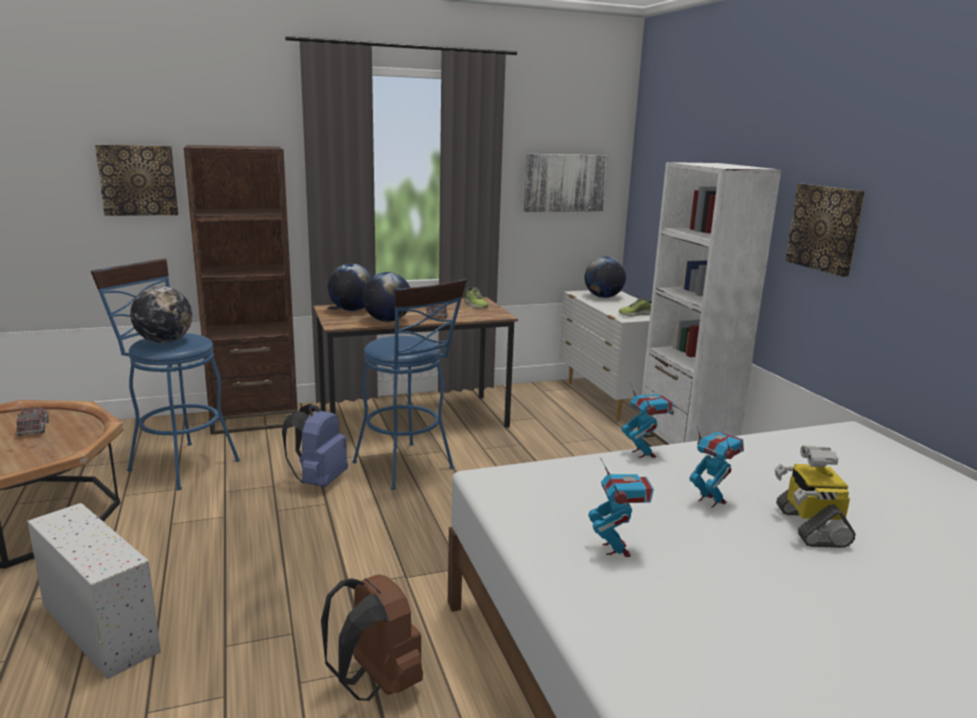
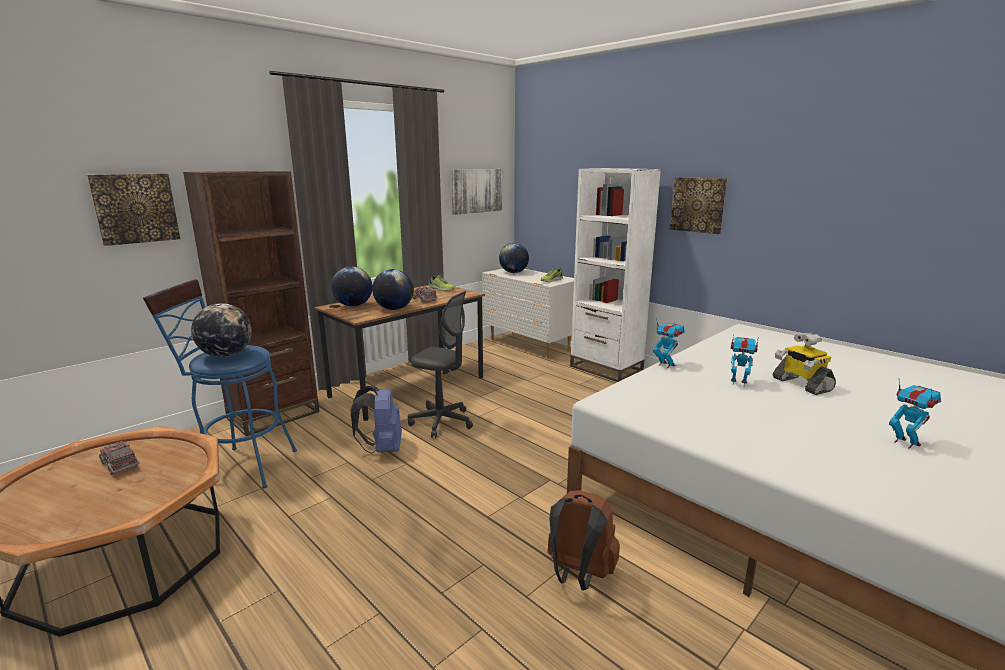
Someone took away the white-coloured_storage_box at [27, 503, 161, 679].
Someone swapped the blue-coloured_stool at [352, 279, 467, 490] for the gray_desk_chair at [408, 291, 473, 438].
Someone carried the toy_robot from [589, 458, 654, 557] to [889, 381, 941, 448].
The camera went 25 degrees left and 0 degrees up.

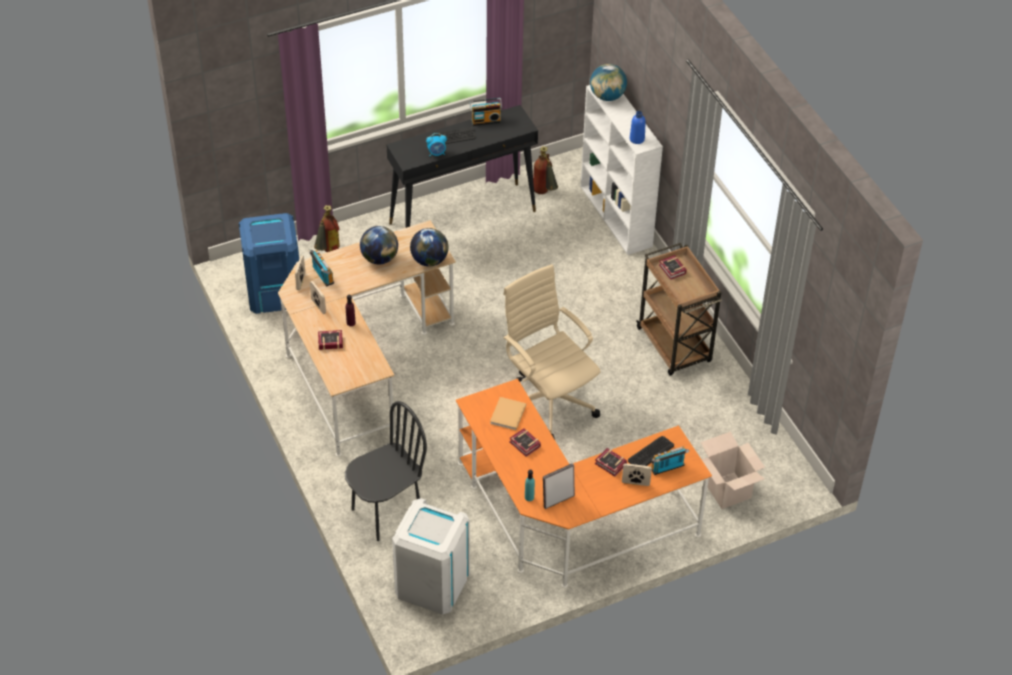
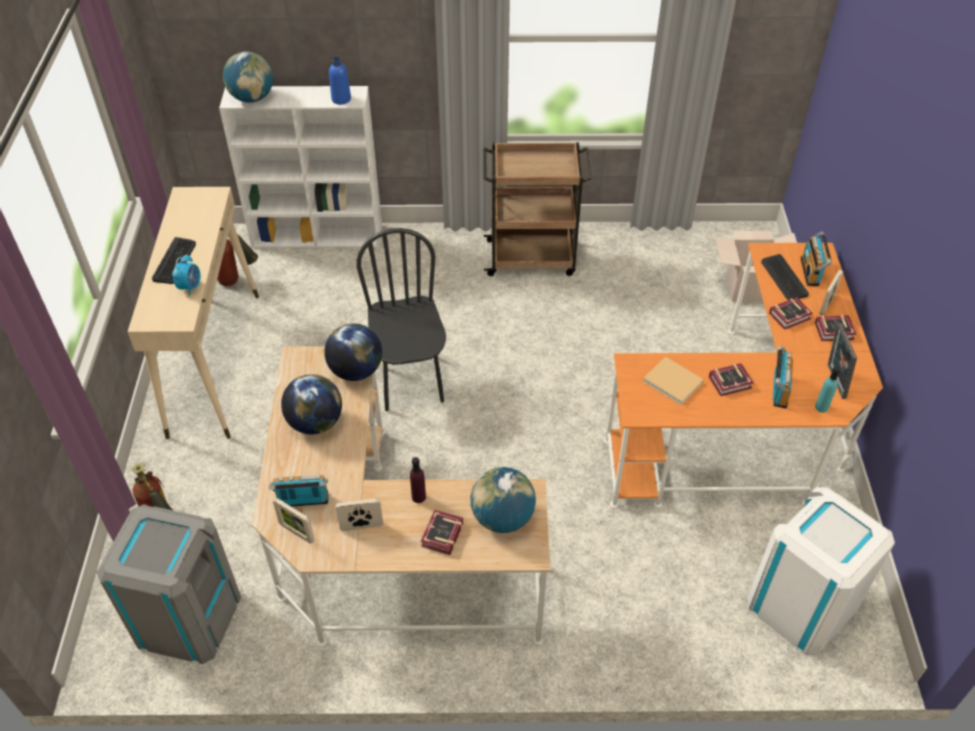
Someone repainted the blue-coloured_waste_bin at [239, 213, 299, 314], which became the gray_waste_bin at [96, 504, 241, 664].
Someone carried the black_chair from [345, 401, 427, 541] to [357, 228, 446, 411].
Someone repainted the black_console_table at [387, 105, 538, 228], which became the beige_console_table at [128, 187, 259, 439].
Someone carried the radio_receiver from [469, 98, 502, 126] to [773, 345, 793, 408].
Someone took away the beige_desk_chair at [503, 264, 601, 439].
Someone carried the book from [659, 255, 687, 280] to [815, 315, 857, 341].
Someone put down the globe at [470, 467, 536, 533].
The camera went 65 degrees left and 0 degrees up.

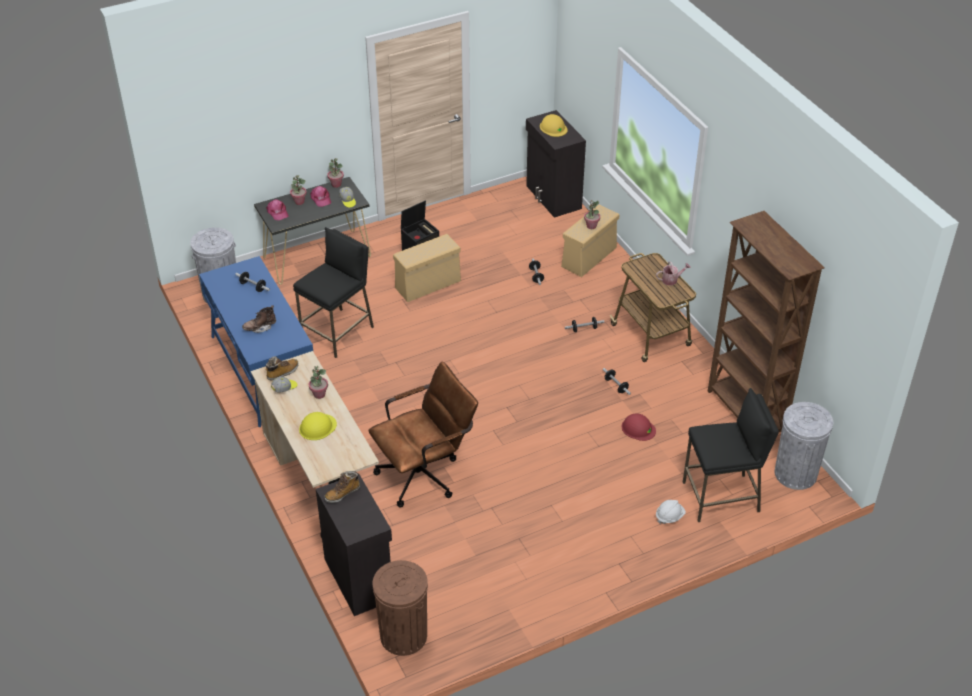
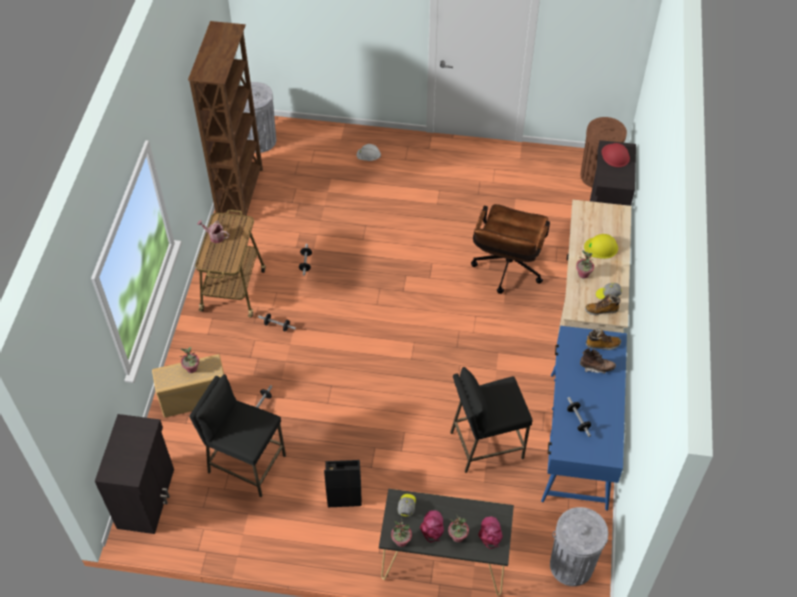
Someone carried the tall_boot from [324, 471, 360, 503] to [586, 328, 621, 350].
Someone rotated the brown_desk_chair at [368, 362, 478, 508] by 75 degrees counterclockwise.
Someone took away the beige_storage_box at [393, 234, 461, 302].
Someone took away the yellow-coloured_hard_hat at [540, 114, 568, 137].
Someone carried the reddish_hard_hat from [621, 413, 656, 441] to [601, 143, 630, 167].
Someone carried the black_stool from [683, 388, 779, 522] to [189, 374, 286, 497].
The camera went 145 degrees left and 10 degrees up.

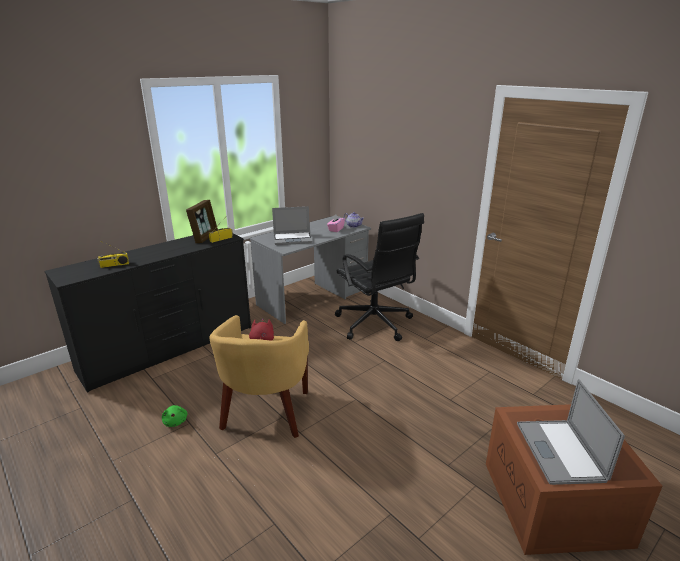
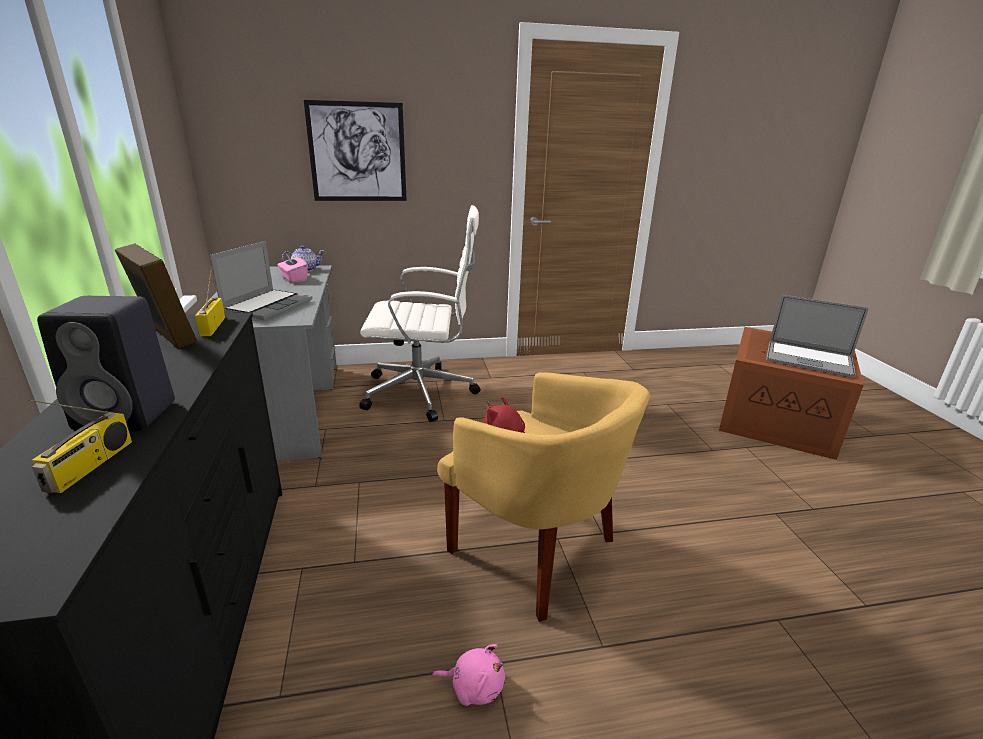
Someone repainted the green-coloured_soft_toy at [162, 405, 188, 427], which became the pink-coloured_soft_toy at [432, 644, 505, 706].
Someone repainted the black_desk_chair at [335, 213, 424, 341], which became the white-coloured_desk_chair at [359, 205, 481, 422].
Someone put down the black_audio_speaker at [37, 296, 175, 431].
Someone put up the wall_art at [304, 100, 407, 201].
The camera went 60 degrees left and 0 degrees up.

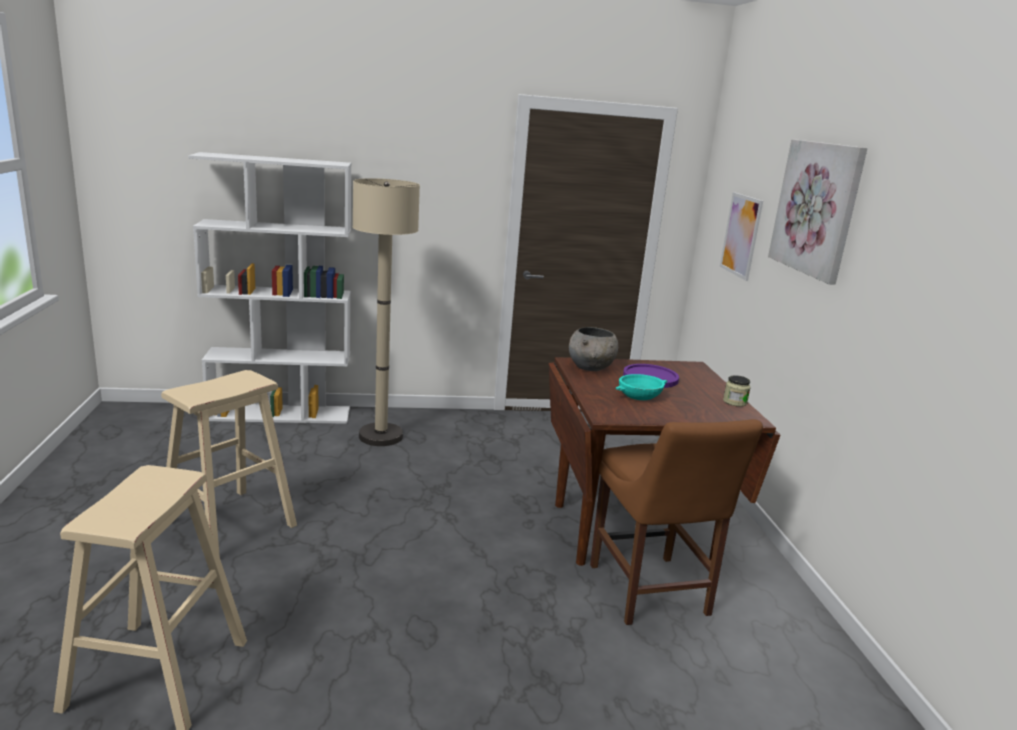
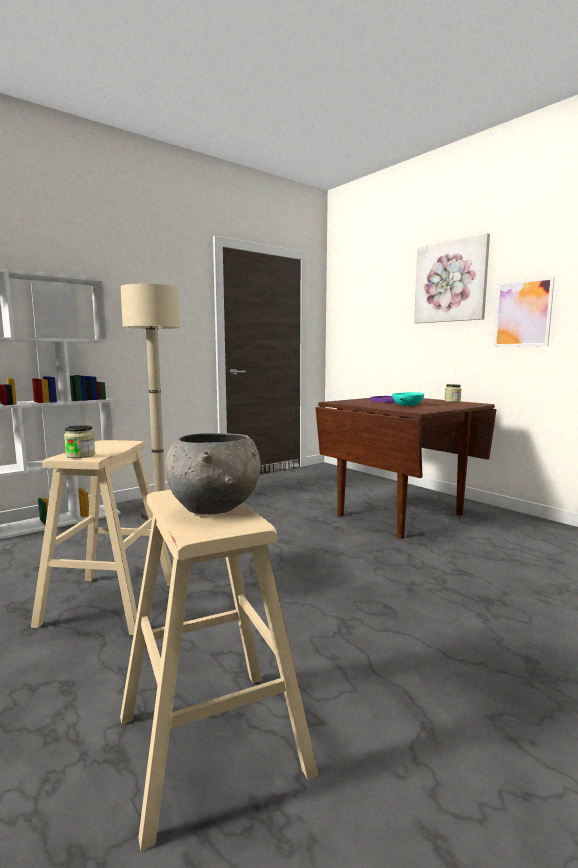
Someone carried the gray_serving_bowl from [569, 327, 618, 371] to [165, 433, 261, 514].
Someone took away the brown_chair at [590, 419, 763, 625].
Someone carried the wall_art from [720, 192, 763, 281] to [494, 276, 555, 347].
Someone put down the preserve_jar at [64, 425, 95, 458].
The camera went 30 degrees left and 10 degrees down.

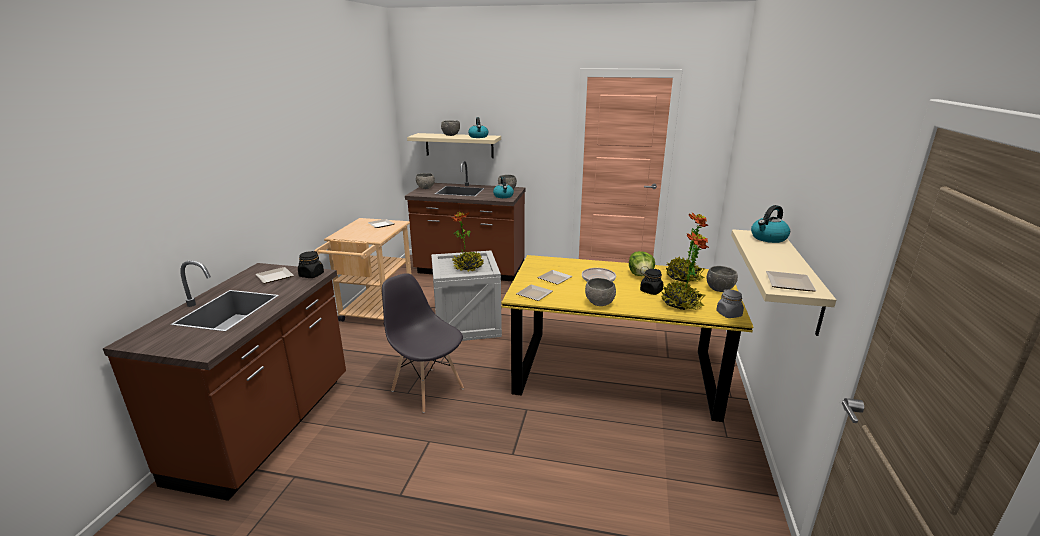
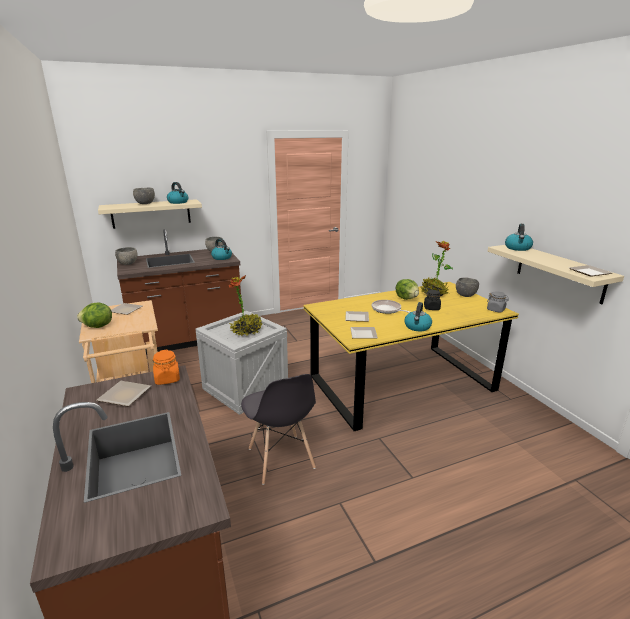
Someone repainted the black_preserve_jar at [298, 251, 324, 278], which became the orangey_preserve_jar at [153, 350, 180, 385].
Someone rotated the gray_chair at [382, 273, 464, 413] by 120 degrees counterclockwise.
Someone swapped the gray_serving_bowl at [585, 278, 616, 306] for the water_kettle at [404, 302, 432, 331].
Someone took away the houseplant at [661, 231, 709, 310].
Someone put down the lettuce_head at [77, 303, 112, 328].
The camera went 35 degrees left and 0 degrees up.

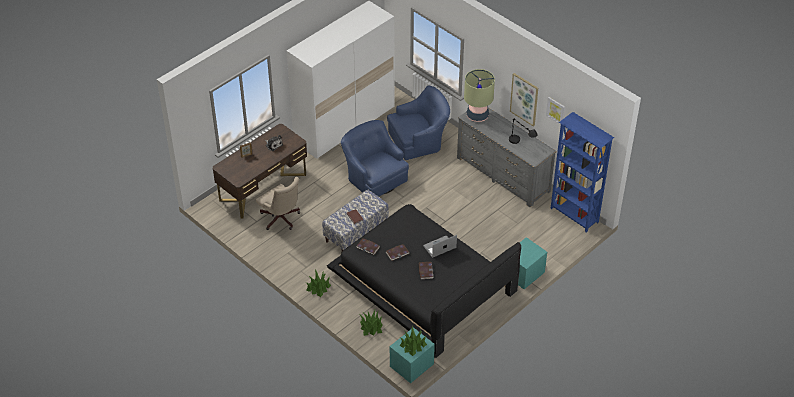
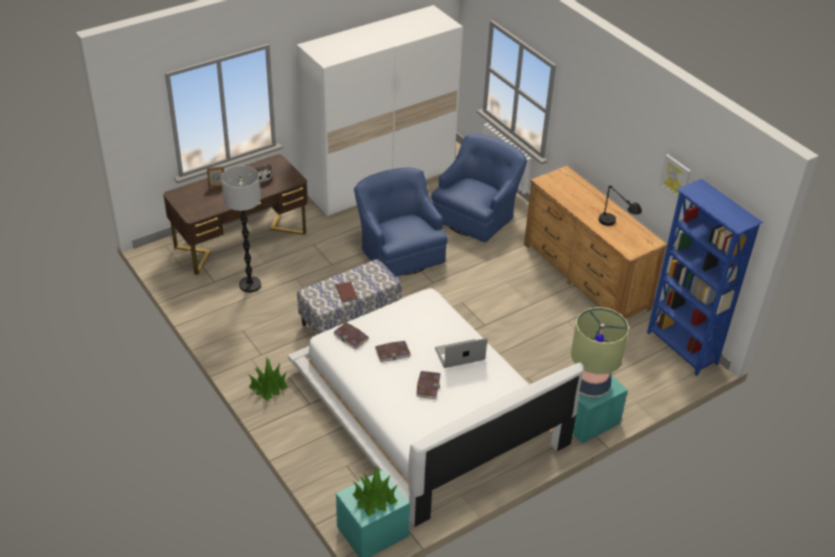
Someone swapped the beige_desk_chair at [256, 177, 300, 230] for the floor_lamp at [221, 166, 261, 293].
Someone repainted the black_bed at [327, 204, 521, 358], which became the white-coloured_bed at [287, 288, 584, 527].
Someone took away the houseplant at [360, 310, 383, 336].
Someone rotated the blue-coloured_armchair at [387, 86, 450, 160] by 45 degrees counterclockwise.
Someone repainted the gray_chest_of_drawers at [457, 108, 557, 207], which became the brown_chest_of_drawers at [524, 166, 667, 319].
Someone carried the tabletop_lamp from [464, 69, 495, 122] to [571, 307, 629, 397].
Someone took away the wall_art at [510, 73, 538, 127].
The camera went 10 degrees right and 5 degrees down.

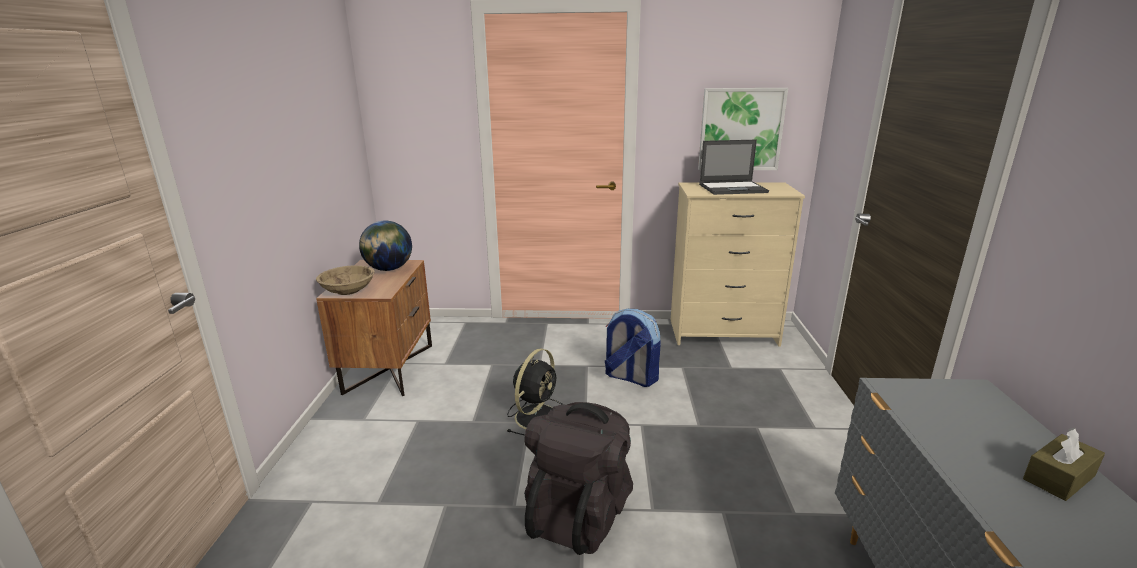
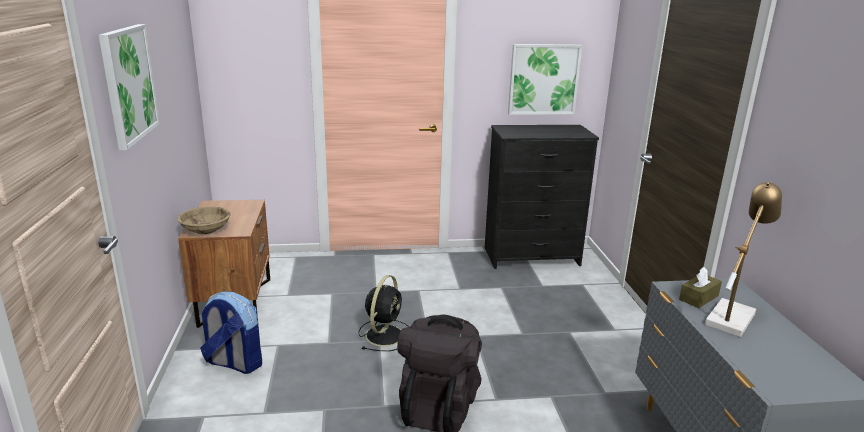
Someone took away the globe at [359, 221, 412, 271].
Someone carried the knapsack from [605, 309, 661, 387] to [200, 291, 262, 374].
Someone repainted the beige_chest_of_drawers at [671, 182, 805, 347], which became the black_chest_of_drawers at [485, 125, 599, 269].
Someone took away the portable_computer at [699, 139, 769, 195].
Someone carried the brown_box_of_tissues from [1023, 428, 1105, 501] to [679, 267, 722, 308].
Someone put up the wall_art at [99, 24, 160, 150].
Someone put down the tabletop_lamp at [705, 182, 782, 337].
The camera went 10 degrees left and 0 degrees up.

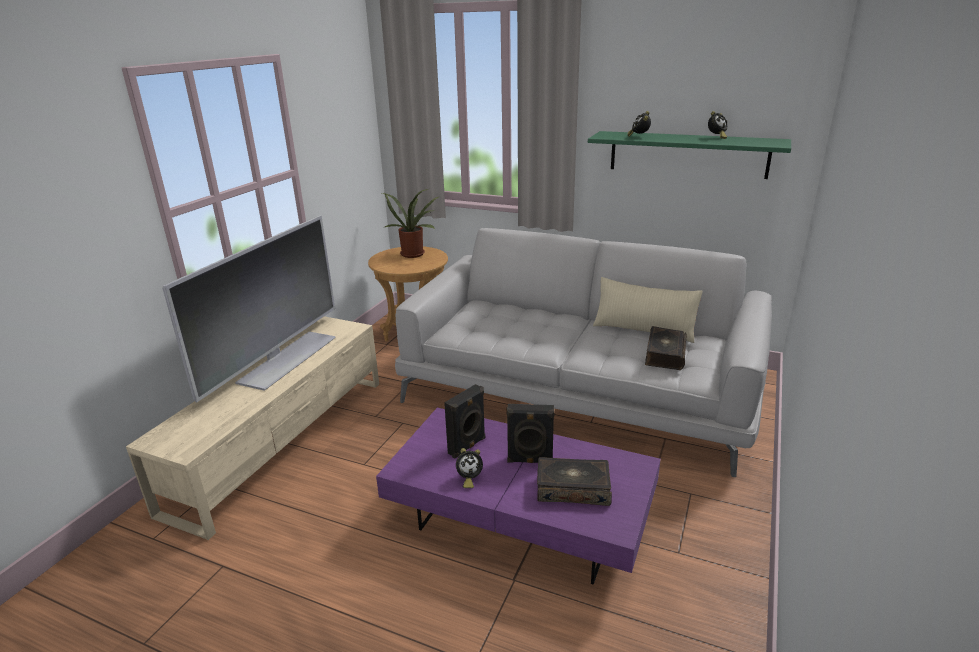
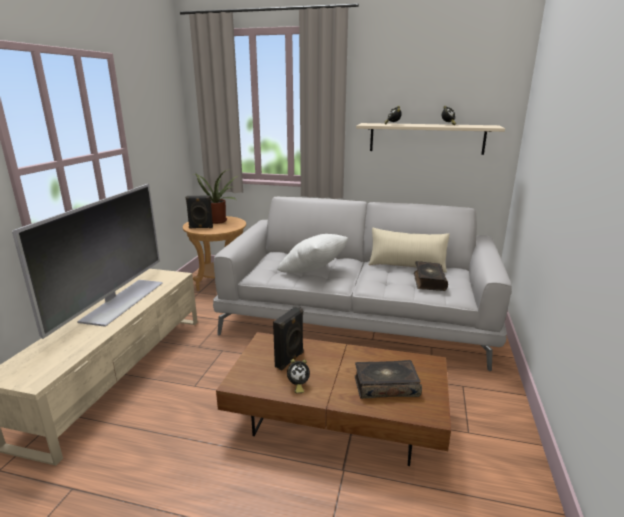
Someone repainted the purplish_low_table at [376, 408, 661, 585], which became the brown_low_table at [216, 332, 451, 466].
Someone carried the black_audio_speaker from [507, 404, 555, 463] to [186, 195, 213, 229].
Someone repainted the green-coloured_shelf at [588, 131, 791, 179], which became the beige_shelf at [356, 123, 505, 155].
Someone put down the white-coloured_pillow at [277, 234, 348, 273].
The camera went 10 degrees left and 5 degrees down.

